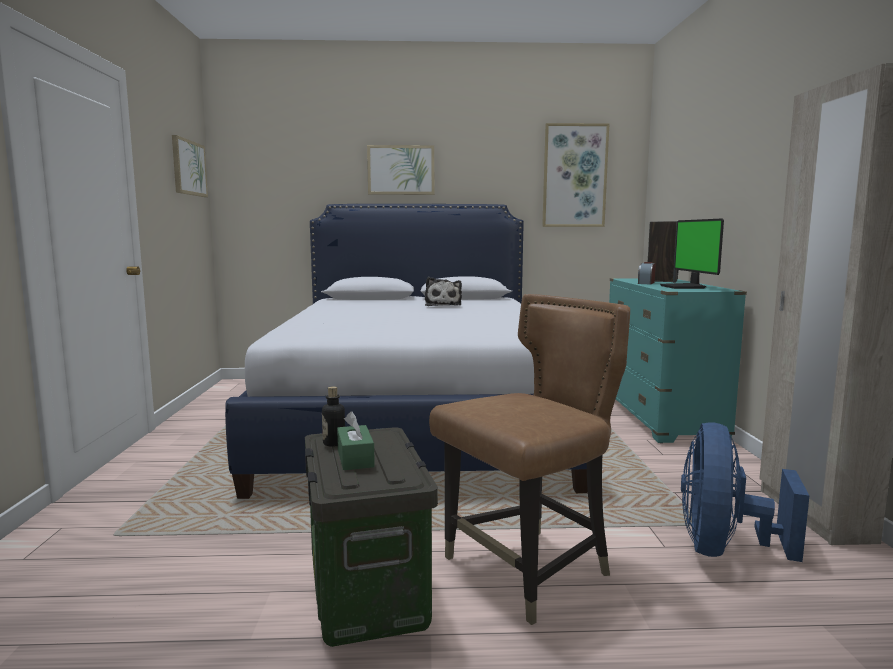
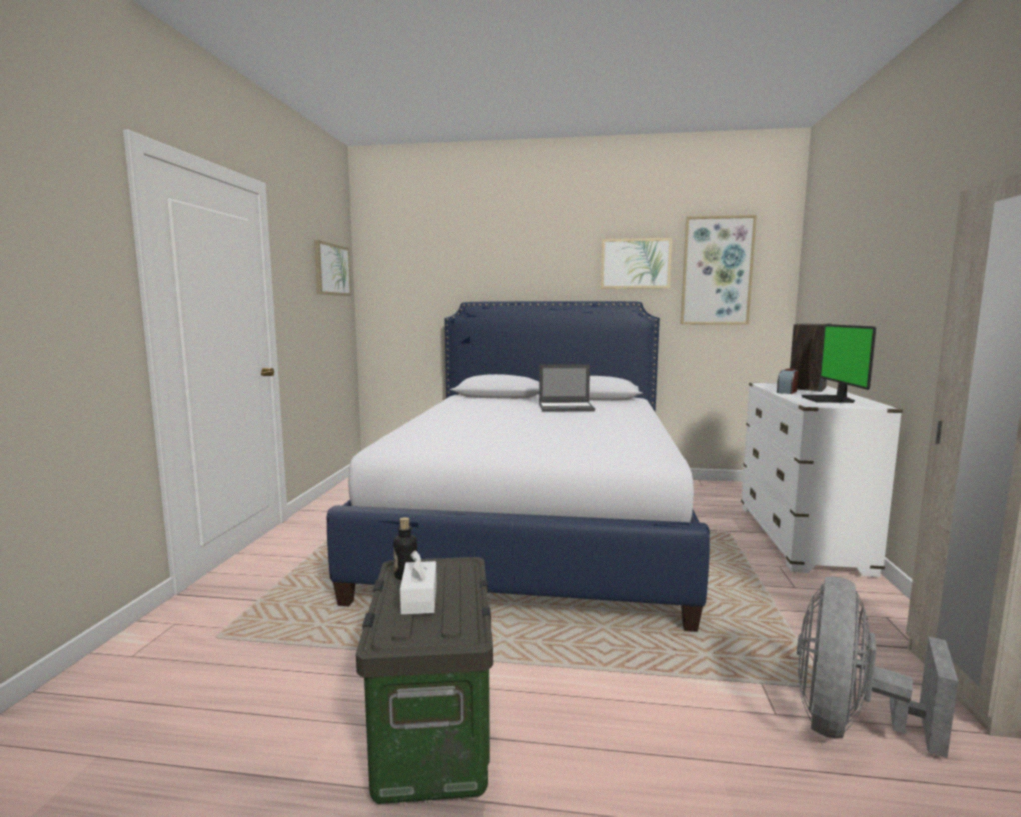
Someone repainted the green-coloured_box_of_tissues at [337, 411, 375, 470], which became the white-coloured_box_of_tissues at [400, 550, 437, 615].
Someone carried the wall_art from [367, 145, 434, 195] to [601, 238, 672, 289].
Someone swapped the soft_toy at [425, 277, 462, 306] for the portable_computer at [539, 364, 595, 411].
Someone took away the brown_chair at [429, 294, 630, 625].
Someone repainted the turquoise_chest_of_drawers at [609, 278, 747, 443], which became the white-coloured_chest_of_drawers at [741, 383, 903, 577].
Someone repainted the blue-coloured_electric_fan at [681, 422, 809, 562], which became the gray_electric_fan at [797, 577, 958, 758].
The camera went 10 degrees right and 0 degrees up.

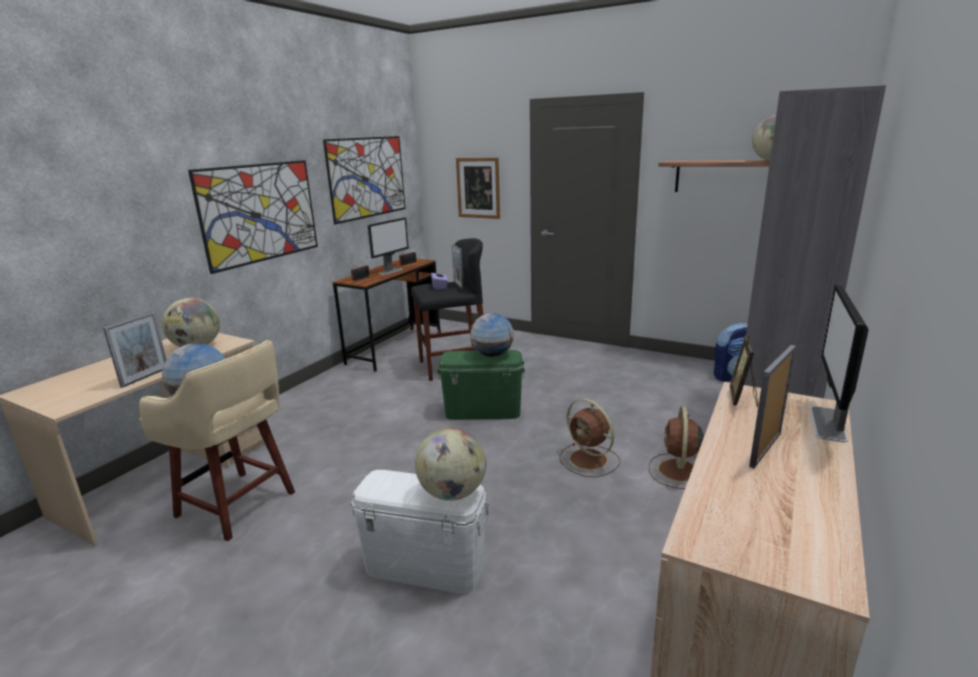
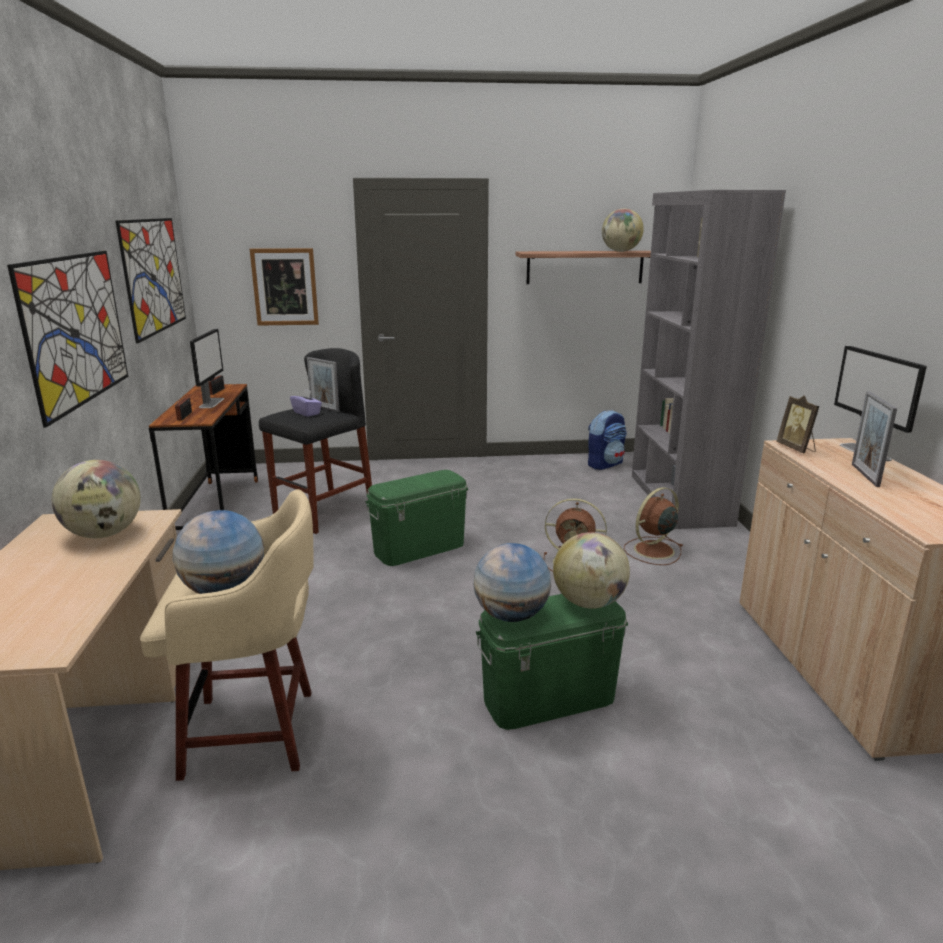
Someone took away the standing_frame at [103, 312, 166, 388].
Someone repainted the white-coloured_storage_box at [350, 470, 489, 594], which became the green-coloured_storage_box at [476, 594, 628, 730].
Someone carried the globe from [470, 313, 514, 357] to [473, 543, 551, 622].
Someone rotated the brown_electric_fan at [649, 406, 704, 489] by 75 degrees clockwise.
The camera went 35 degrees left and 0 degrees up.

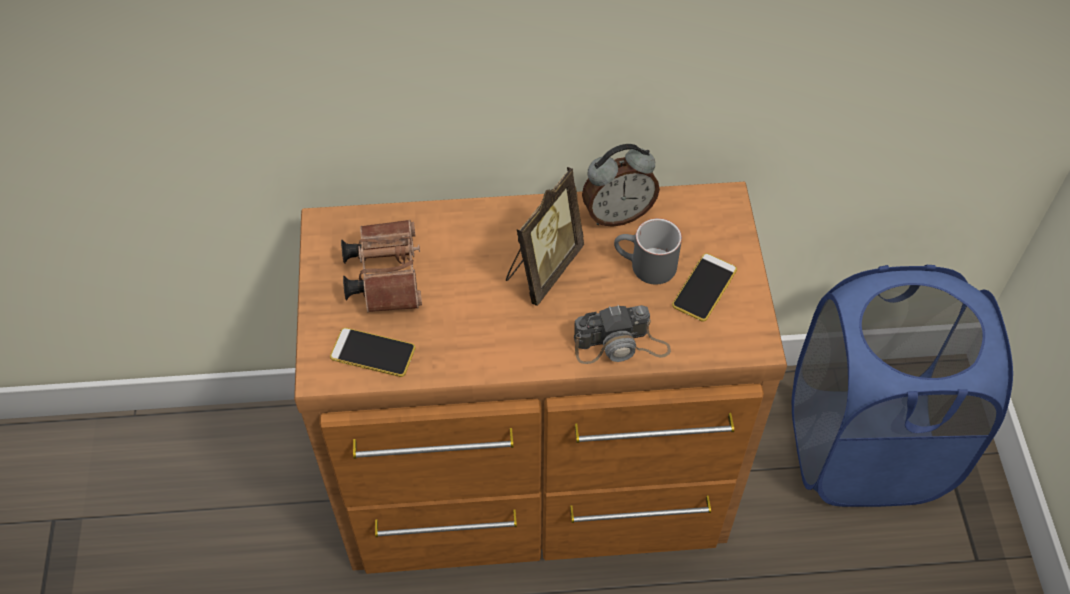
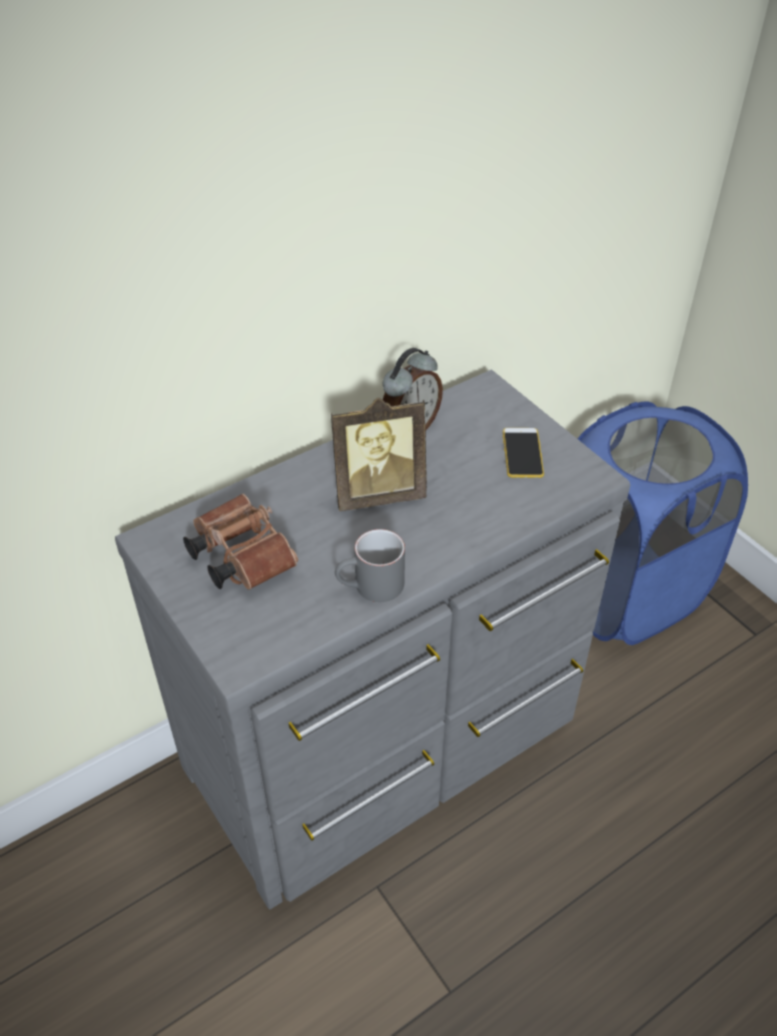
Someone repainted the brown_chest_of_drawers at [294, 182, 787, 574], which became the gray_chest_of_drawers at [115, 369, 630, 910].
Someone took away the telephone at [330, 328, 416, 377].
Someone rotated the standing_frame at [506, 167, 584, 306] by 75 degrees clockwise.
Someone took away the photo_camera at [574, 305, 671, 364].
Someone carried the gray_coffee_mug from [614, 218, 682, 285] to [335, 529, 405, 602].
The camera went 30 degrees left and 10 degrees down.

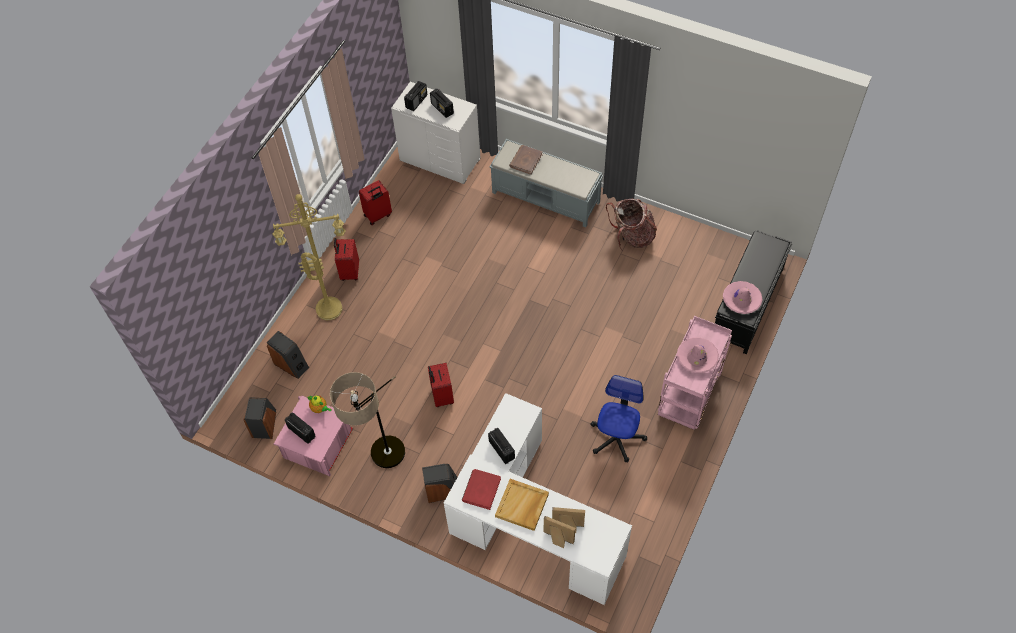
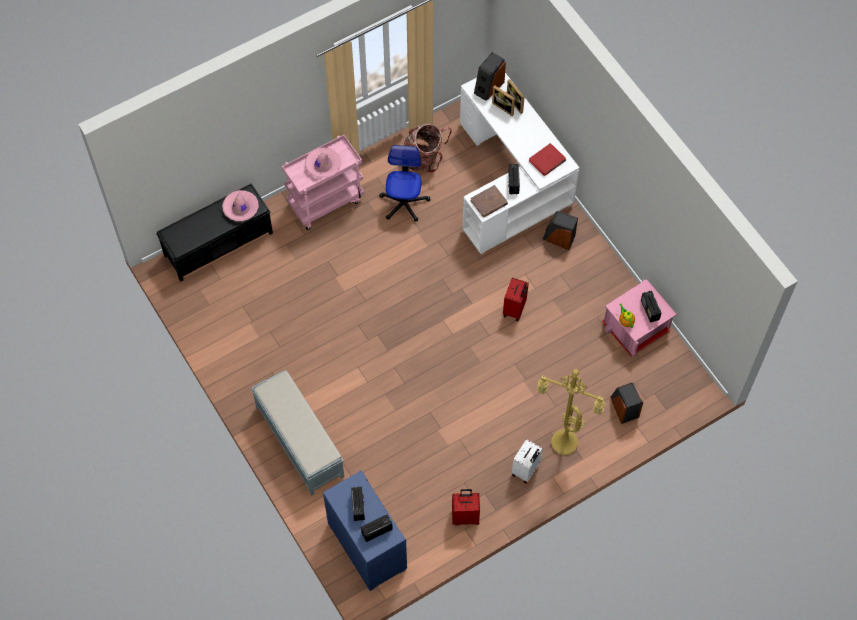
Someone carried the audio_speaker from [244, 397, 276, 439] to [474, 52, 506, 101].
Someone took away the floor_lamp at [330, 372, 405, 468].
Someone repainted the reddish_travel_case at [334, 238, 359, 281], which became the white-coloured_travel_case at [512, 439, 543, 484].
Someone repainted the white-coloured_chest_of_drawers at [391, 82, 481, 184], which became the blue-coloured_chest_of_drawers at [323, 470, 407, 591].
Someone took away the beige_serving_tray at [495, 479, 549, 531].
Someone carried the brown_book from [509, 145, 543, 175] to [470, 185, 508, 217].
Someone rotated the desk_chair at [590, 375, 647, 462] by 135 degrees clockwise.
Someone carried the knapsack from [606, 199, 657, 252] to [404, 124, 452, 172].
The camera went 150 degrees left and 5 degrees up.

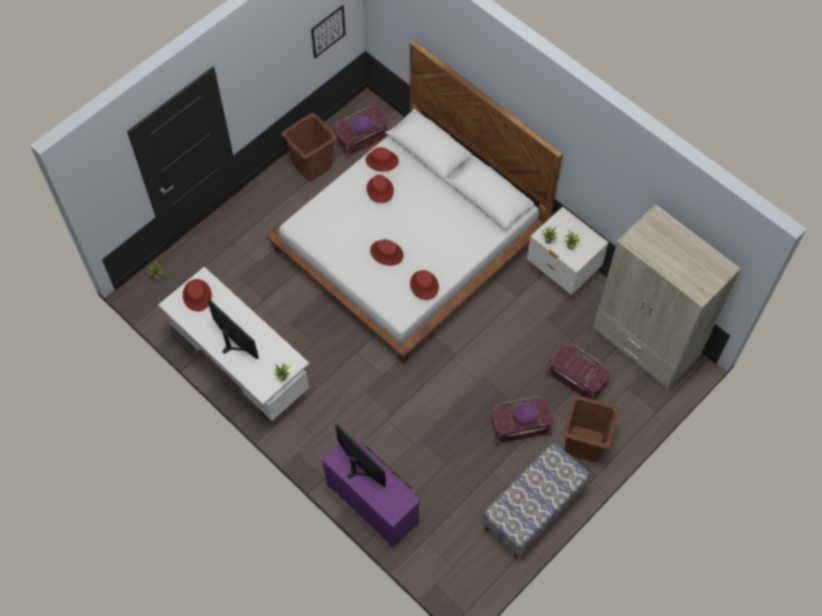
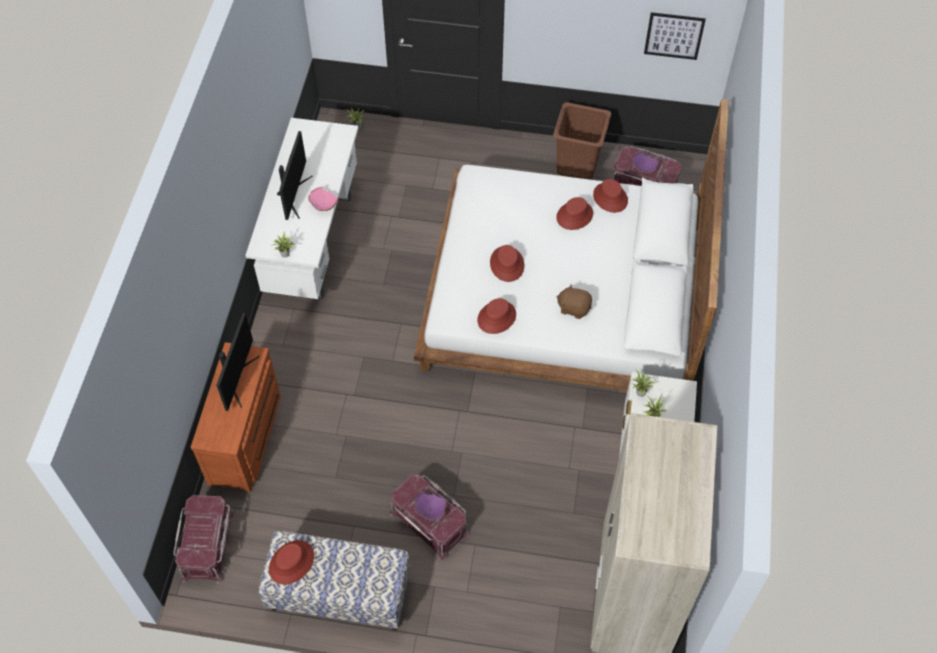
Someone carried the reddish_wearable_hat from [183, 279, 212, 312] to [269, 540, 314, 585].
Someone repainted the purplish_chest_of_drawers at [322, 435, 420, 548], which became the brown_chest_of_drawers at [191, 342, 281, 492].
Someone carried the reddish_storage_box from [545, 343, 610, 400] to [173, 495, 234, 584].
Someone took away the brown_hamper at [564, 396, 619, 462].
Someone put down the pink-coloured_serving_bowl at [308, 187, 339, 211].
Someone put down the brown_soft_toy at [556, 285, 592, 319].
The camera went 55 degrees right and 5 degrees down.

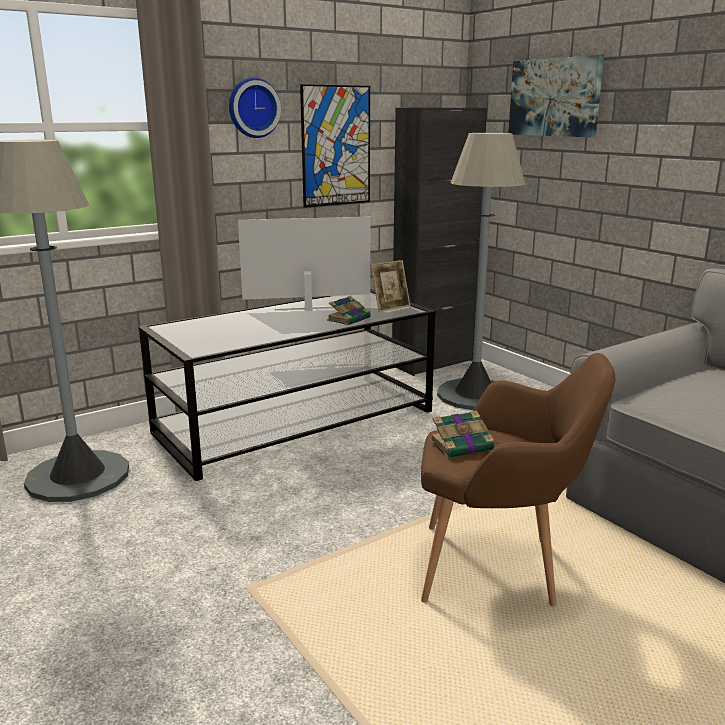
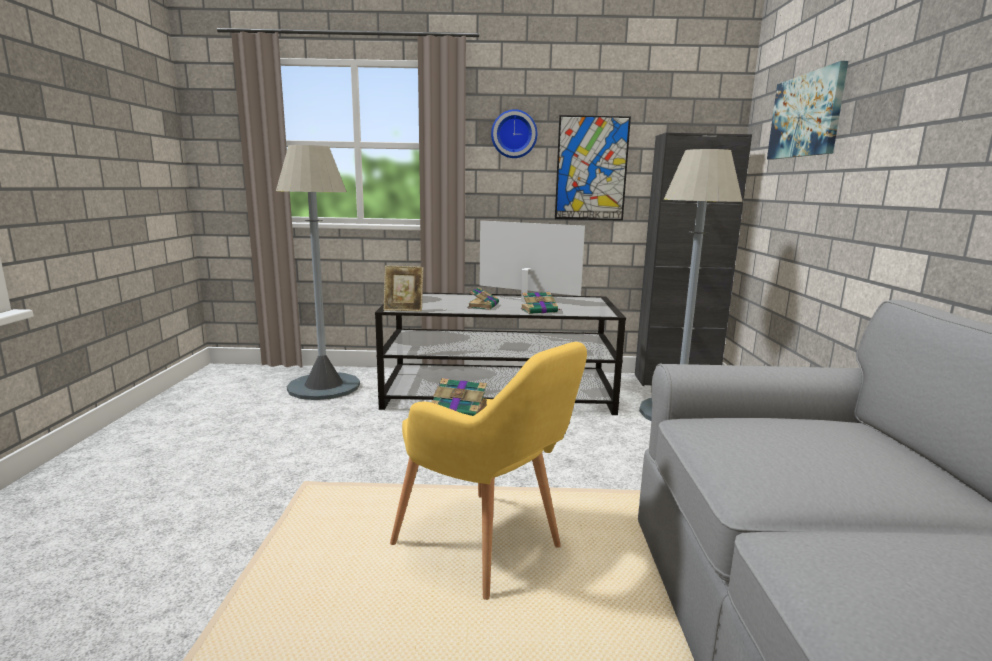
Someone carried the standing_frame from [370, 260, 411, 312] to [384, 266, 423, 311].
Someone repainted the brown_armchair at [421, 353, 615, 606], which became the yellow-coloured_armchair at [390, 342, 587, 600].
Someone put down the book at [467, 287, 499, 310].
The camera went 35 degrees right and 5 degrees down.

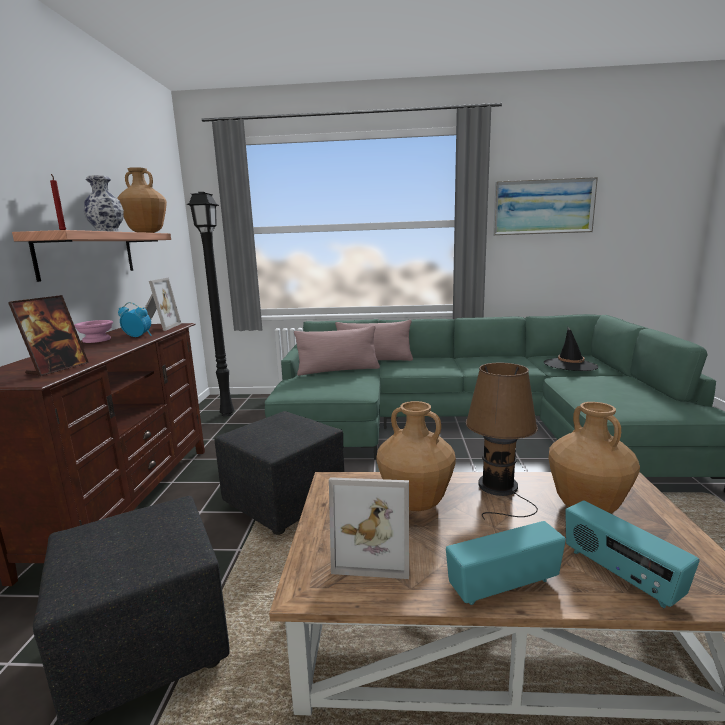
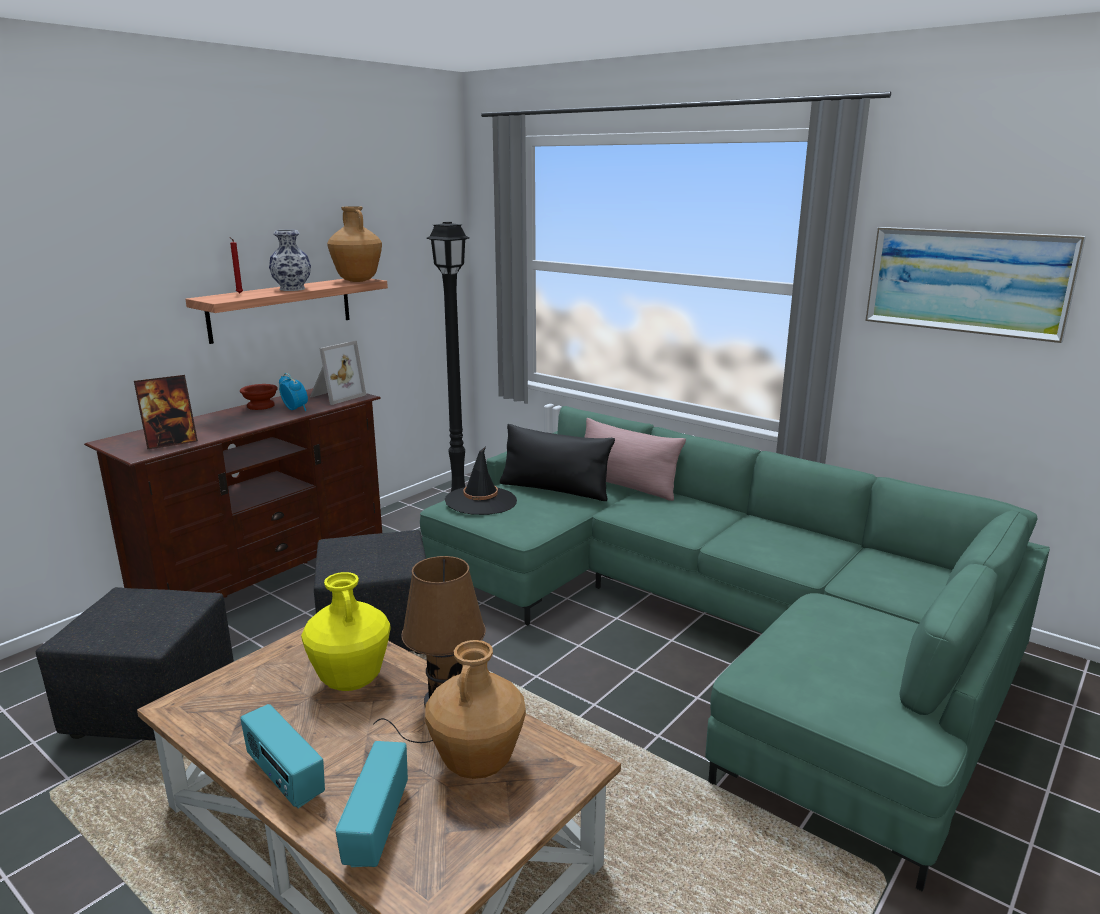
Someone repainted the pink-coloured_serving_bowl at [74, 320, 113, 343], which became the brown_serving_bowl at [240, 384, 278, 410].
Someone repainted the pink-coloured_pillow at [294, 325, 380, 376], which became the black_pillow at [500, 424, 615, 501].
Someone took away the standing_frame at [329, 477, 409, 579].
Someone repainted the brown_vase at [377, 401, 456, 511], which became the yellow-coloured_vase at [301, 572, 391, 691].
Someone rotated the radio_receiver at [446, 521, 566, 605] by 150 degrees counterclockwise.
Someone carried the black_wearable_hat from [544, 327, 599, 371] to [445, 447, 517, 515].
The camera went 35 degrees right and 5 degrees up.

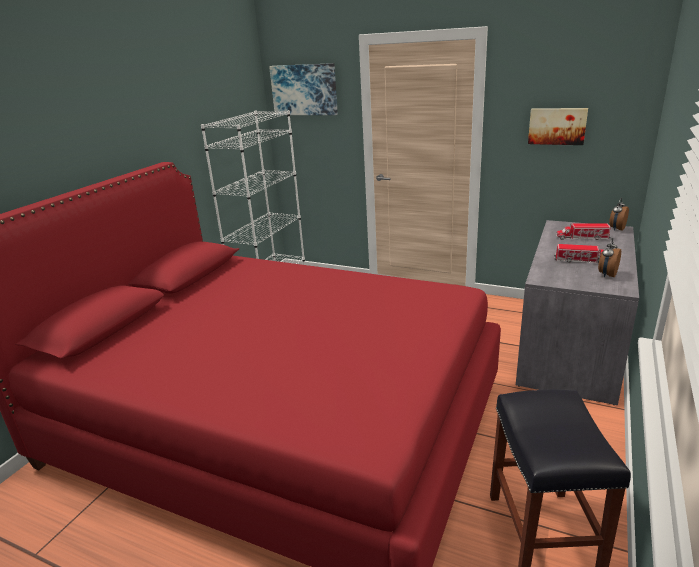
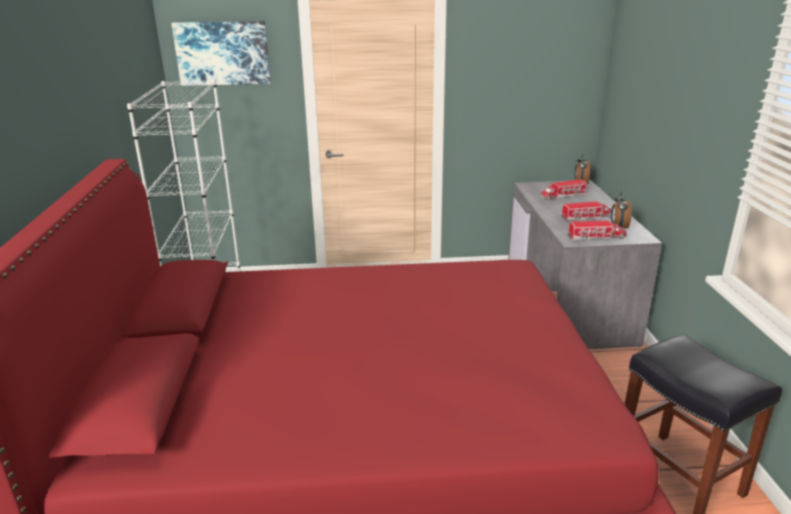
Someone took away the wall_art at [528, 108, 588, 145].
Someone put down the toy_lorry at [567, 220, 626, 240].
The camera went 30 degrees left and 0 degrees up.

